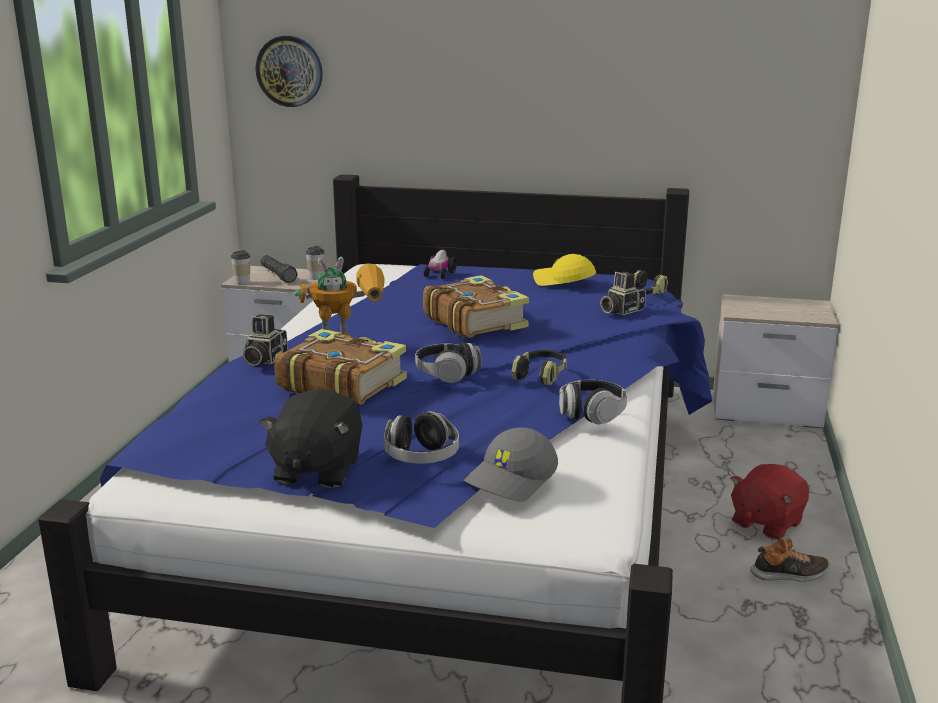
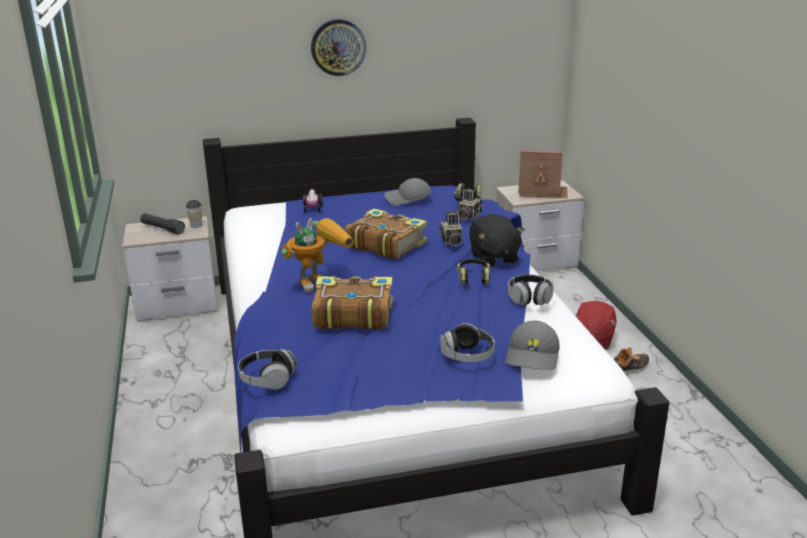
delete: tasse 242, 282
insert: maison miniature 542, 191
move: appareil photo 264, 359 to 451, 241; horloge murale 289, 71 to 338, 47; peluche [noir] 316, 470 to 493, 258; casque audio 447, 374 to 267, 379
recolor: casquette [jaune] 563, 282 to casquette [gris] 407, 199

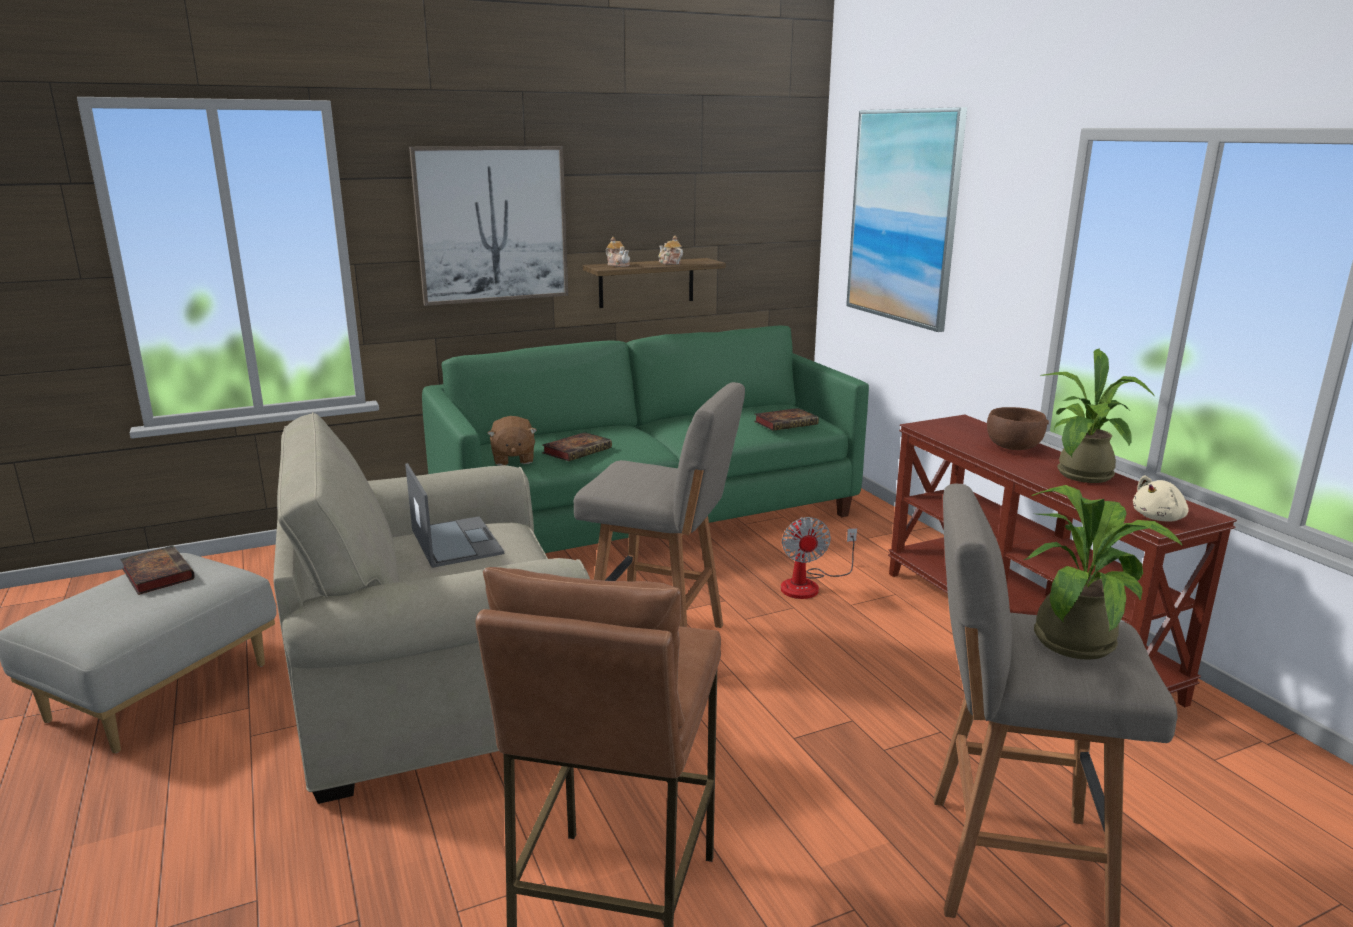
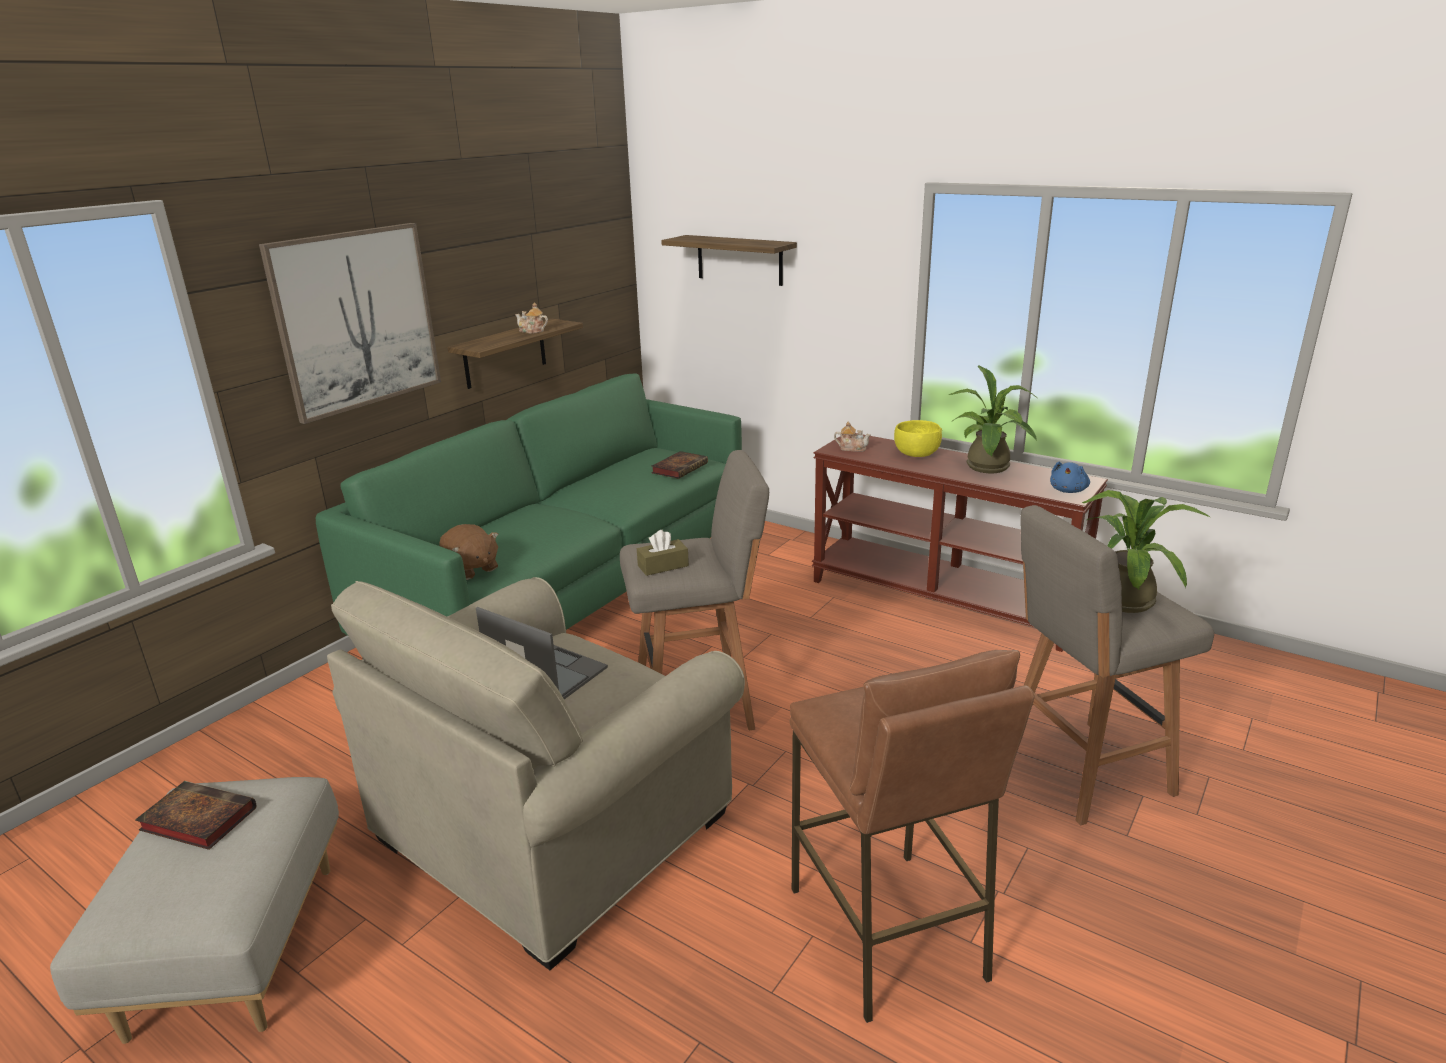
delete: livre 578, 450; ventilateur 809, 585
insert: boîte à mouchoirs [marron] 663, 566
move: théière 618, 265 to 852, 448
replace: tableau 903, 217 to étagère 739, 260
recolor: bol [marron] 1013, 447 to bol [jaune] 916, 454; peluche [beige] 1159, 518 to peluche [bleu] 1068, 490

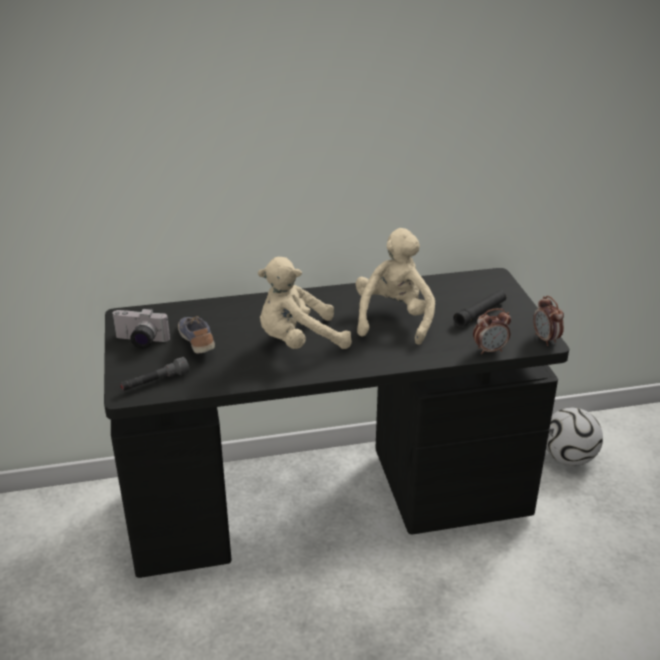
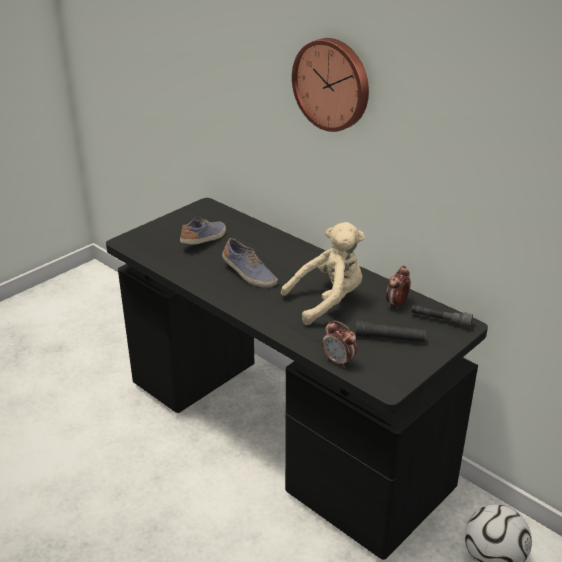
delete: appareil photo 140, 342
insert: horloge murale 332, 84
move: lampe de poche [gris] 155, 382 to 440, 321; réveil 545, 339 to 396, 304
replace: peluche [beige] 299, 342 to chaussure 248, 274

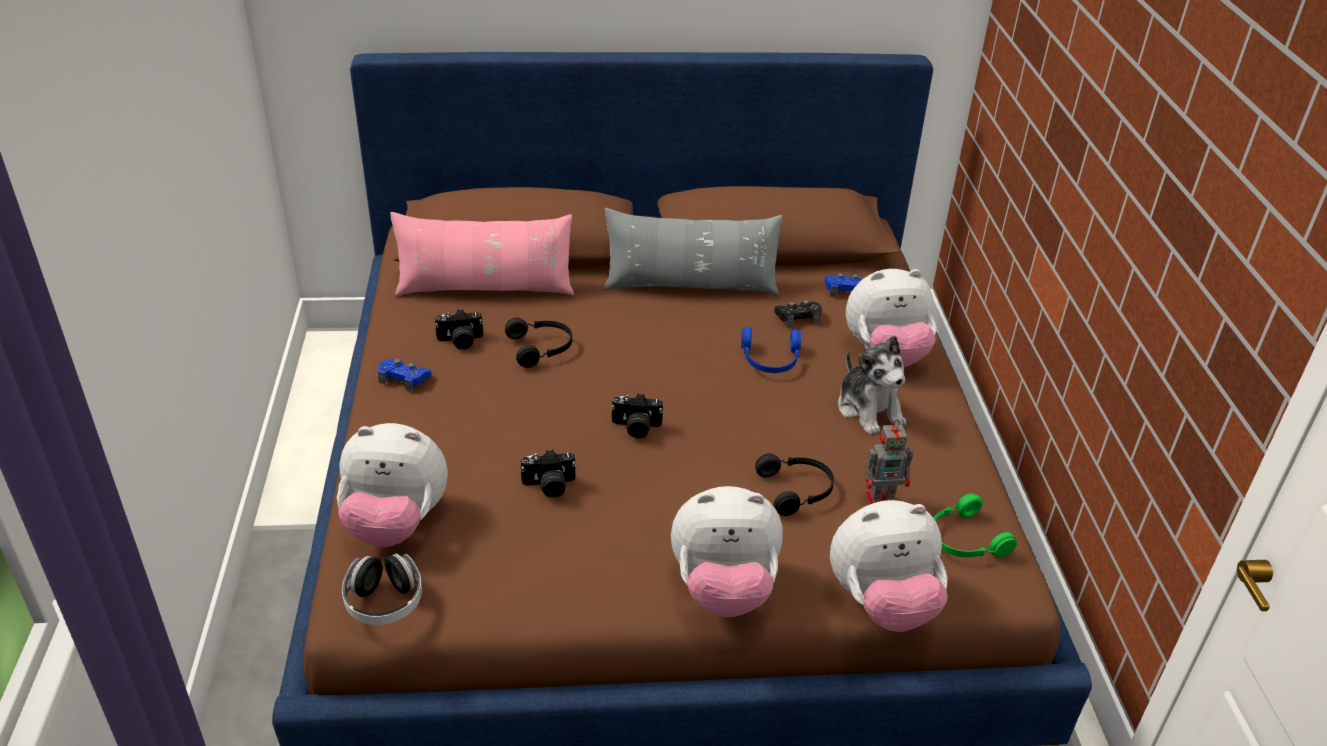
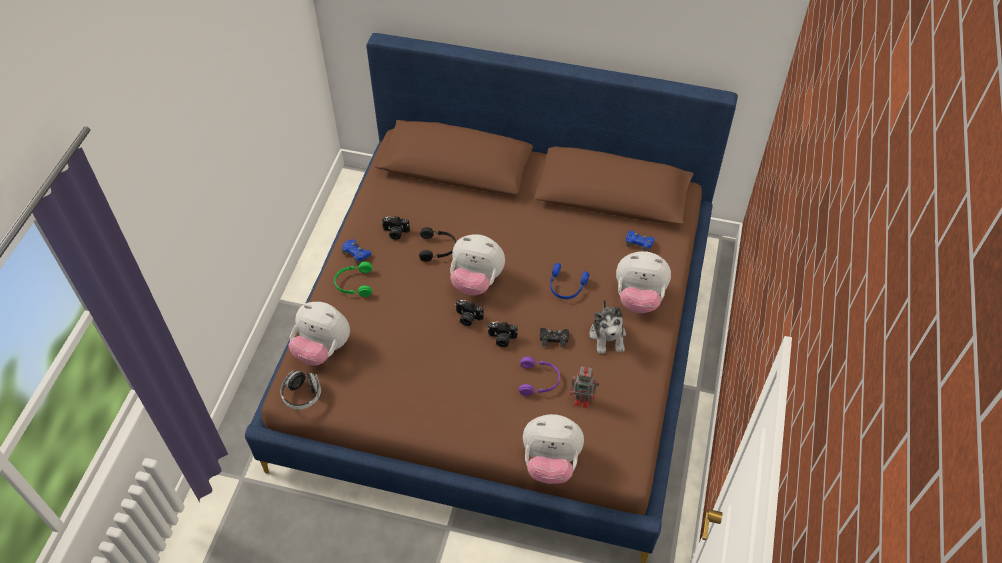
delete: coussin [rose] 485, 288; coussin [gris] 690, 286
move: appareil photo 549, 486 to 502, 339; peluche 723, 589 to 476, 281; manette [noir] 798, 317 to 554, 338; casque audio [vert] 963, 540 to 354, 284
recolor: casque audio [noir] 796, 490 to casque audio [violet] 539, 380

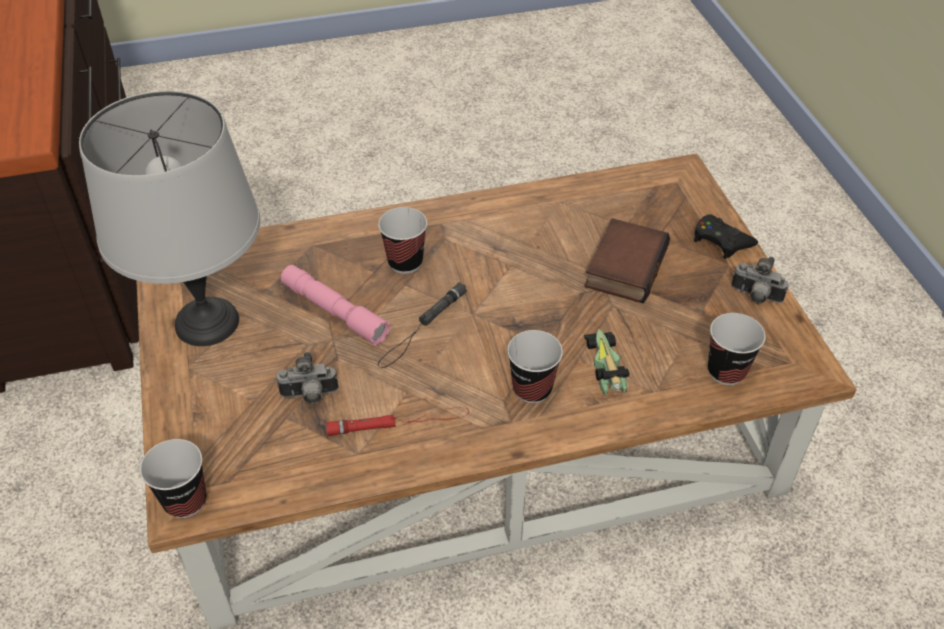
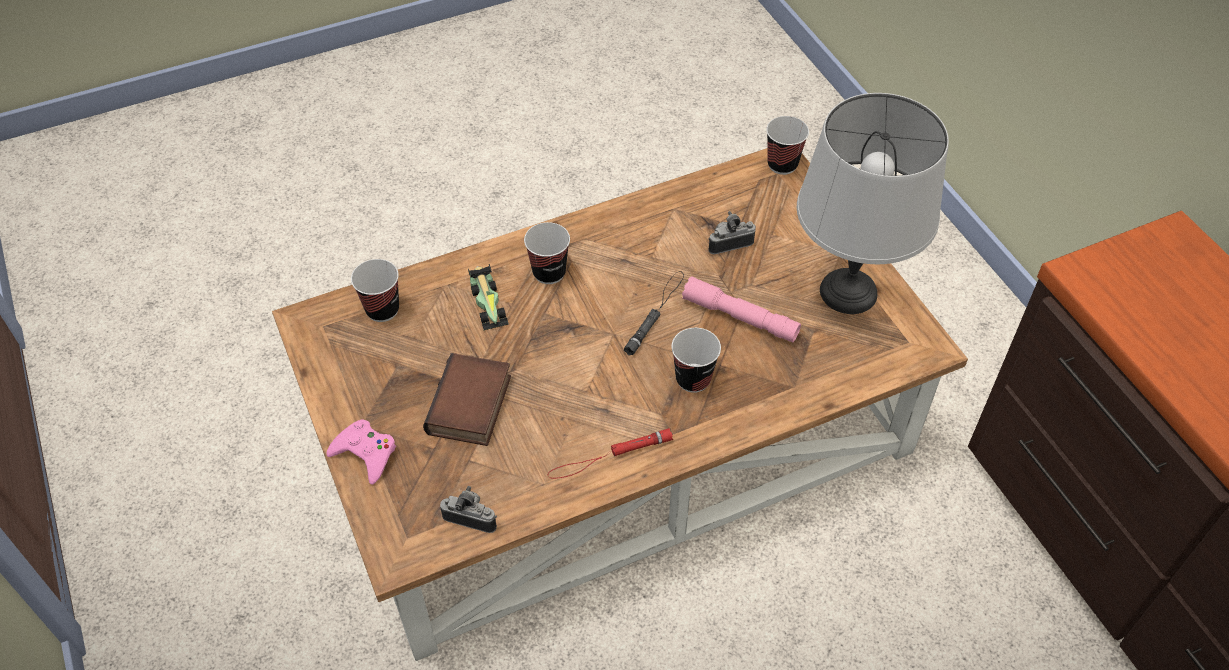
move: lampe de poche [rouge] 398, 422 to 610, 456; appareil photo 755, 297 to 472, 517
recolor: manette [noir] 721, 241 to manette [rose] 365, 454

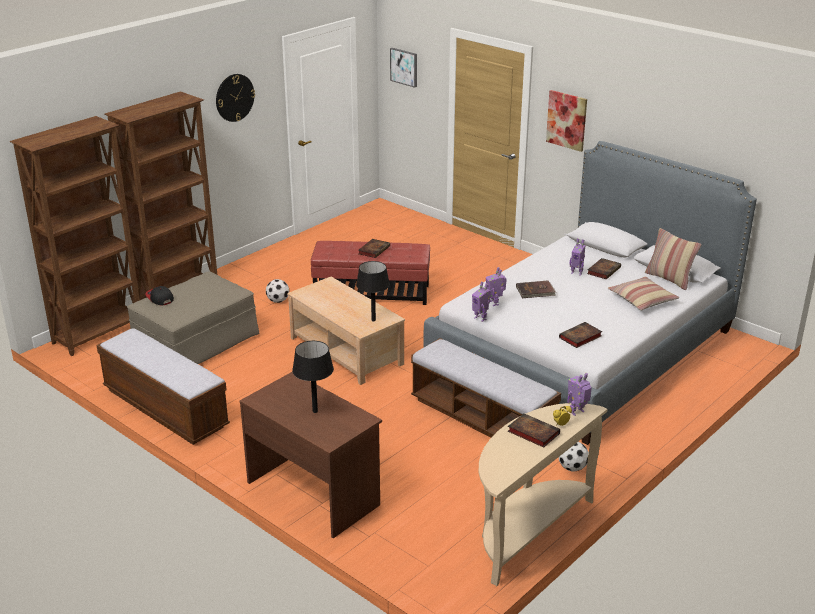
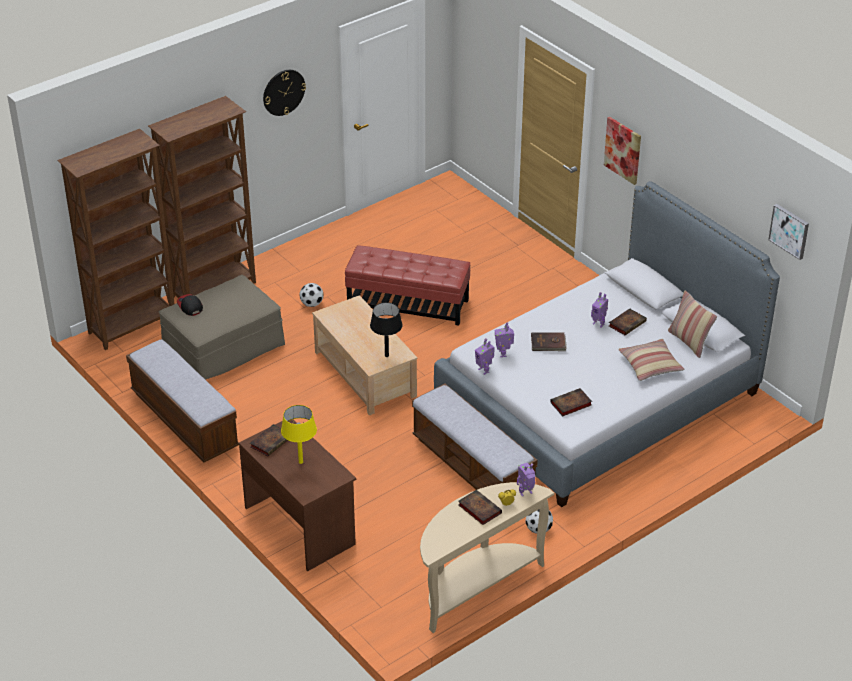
move: livre 374, 250 to 271, 441; tableau 404, 67 to 789, 231
recolor: lampe de table [noir] 315, 411 to lampe de table [jaune] 301, 462

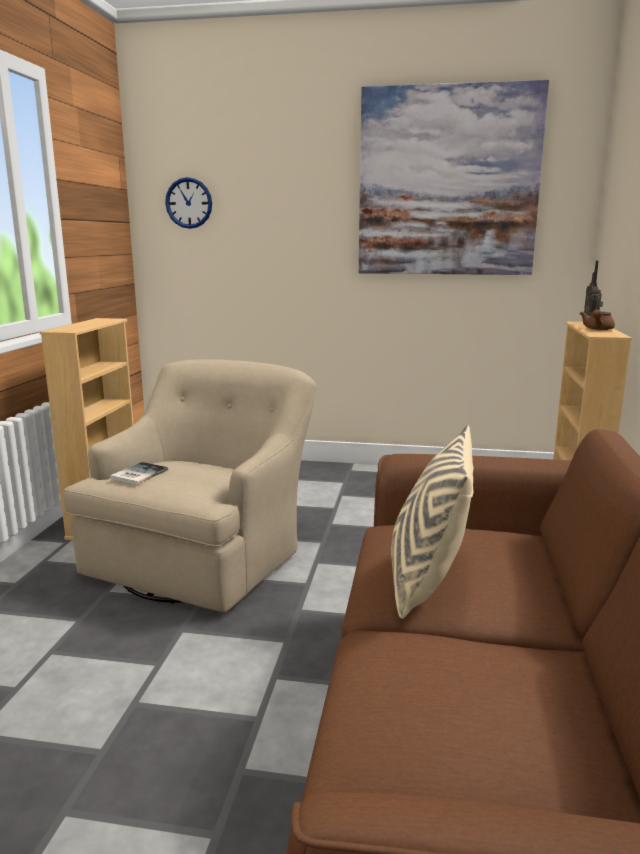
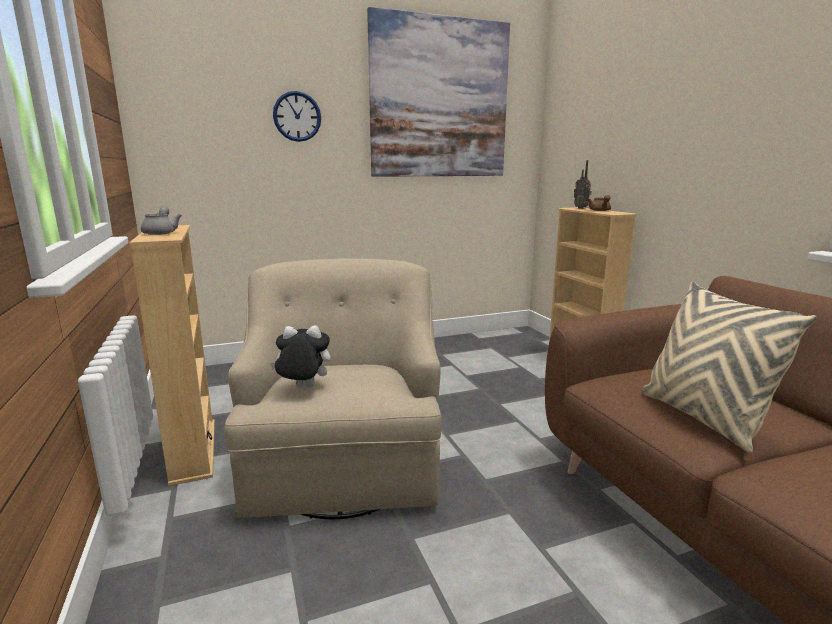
insert: théière [gris] 161, 232
move: horloge murale 189, 203 to 297, 116
replace: livre 137, 474 to peluche 303, 388

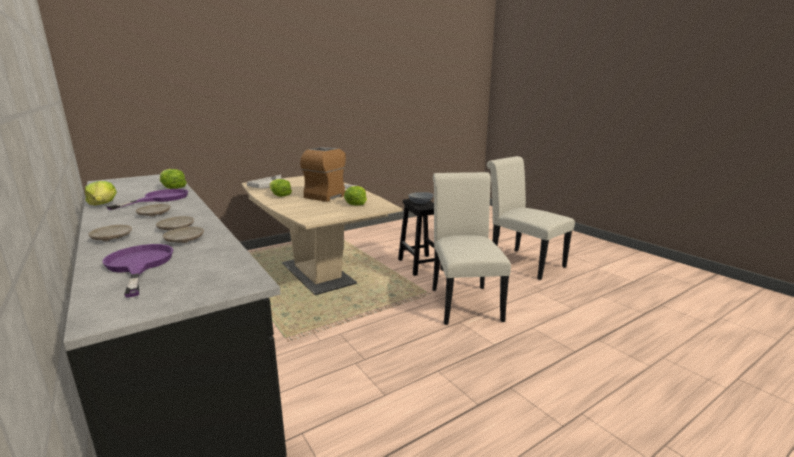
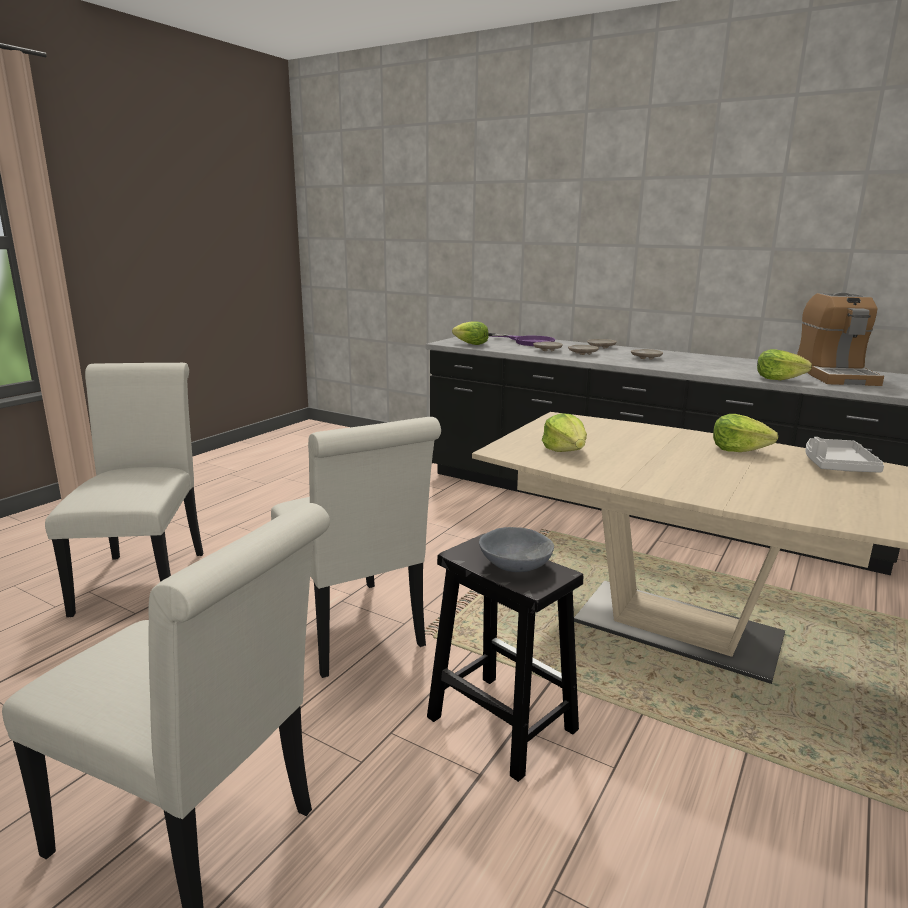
delete: poêle [violet] 160, 199
insert: chaise [blanc] 145, 577
move: laitue 103, 204 to 471, 344; machine à café 331, 194 to 834, 375

